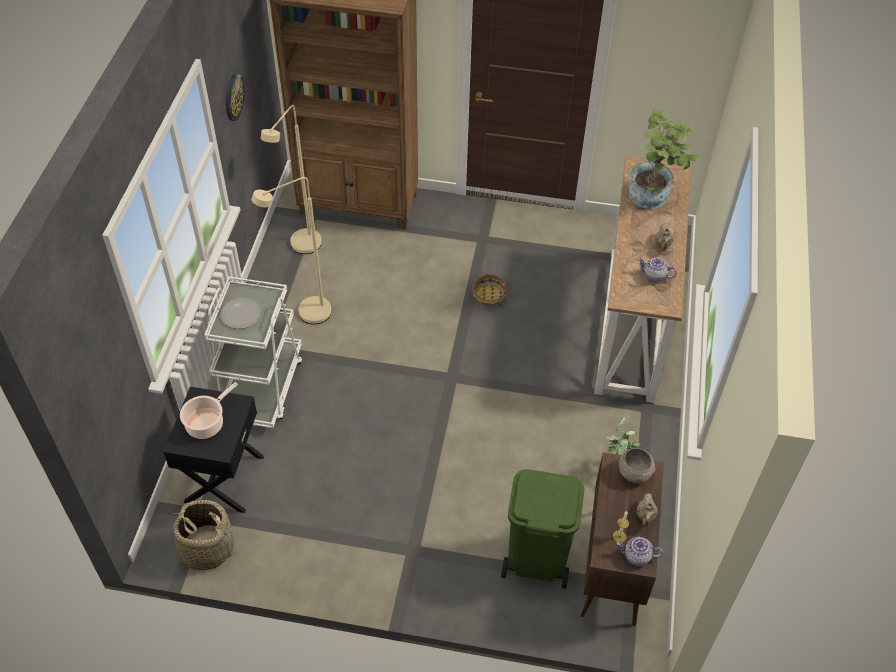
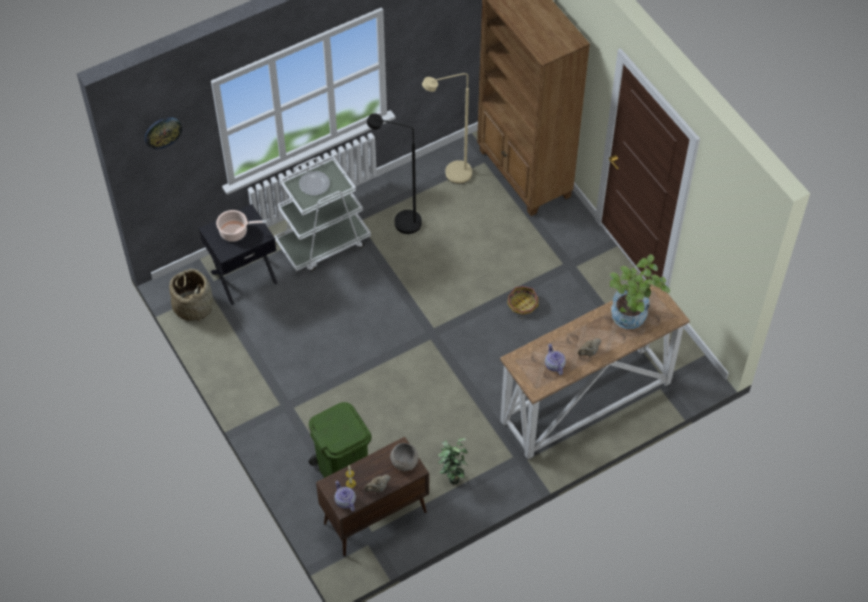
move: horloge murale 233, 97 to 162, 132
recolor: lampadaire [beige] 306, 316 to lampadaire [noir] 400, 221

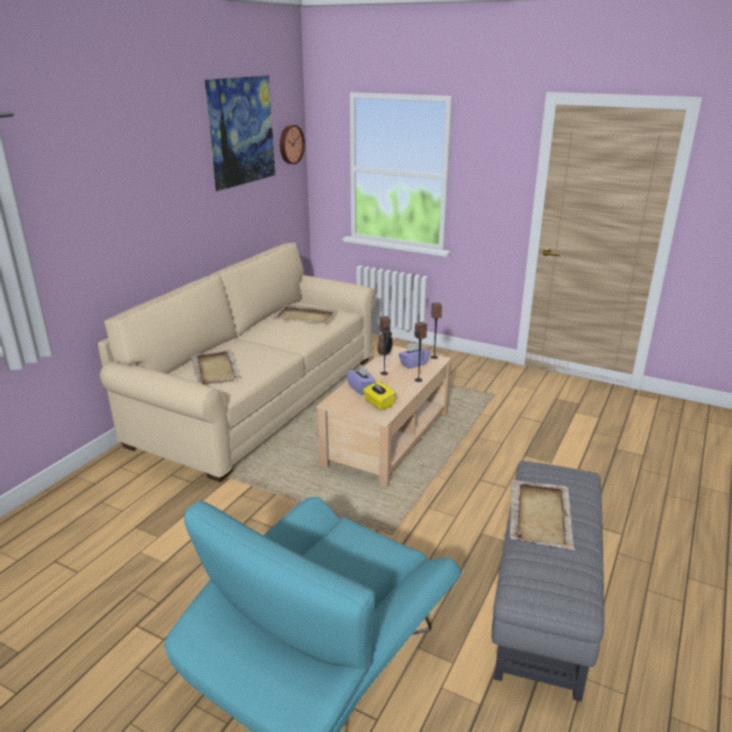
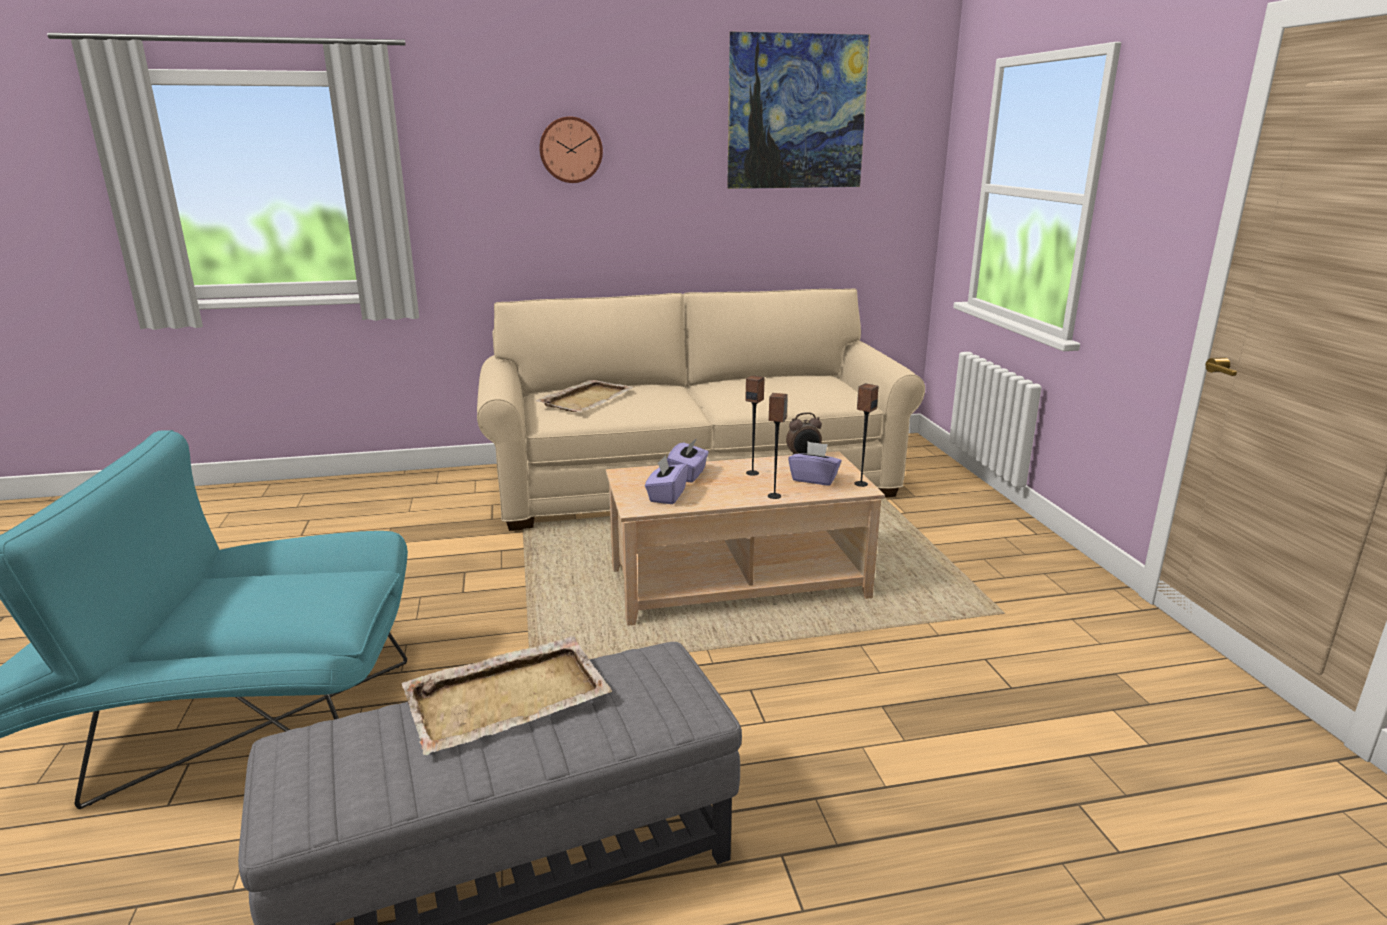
delete: plateau [beige] 305, 317
move: horloge murale 290, 144 to 570, 150
recolor: boîte à mouchoirs [jaune] 378, 403 to boîte à mouchoirs [violet] 666, 496

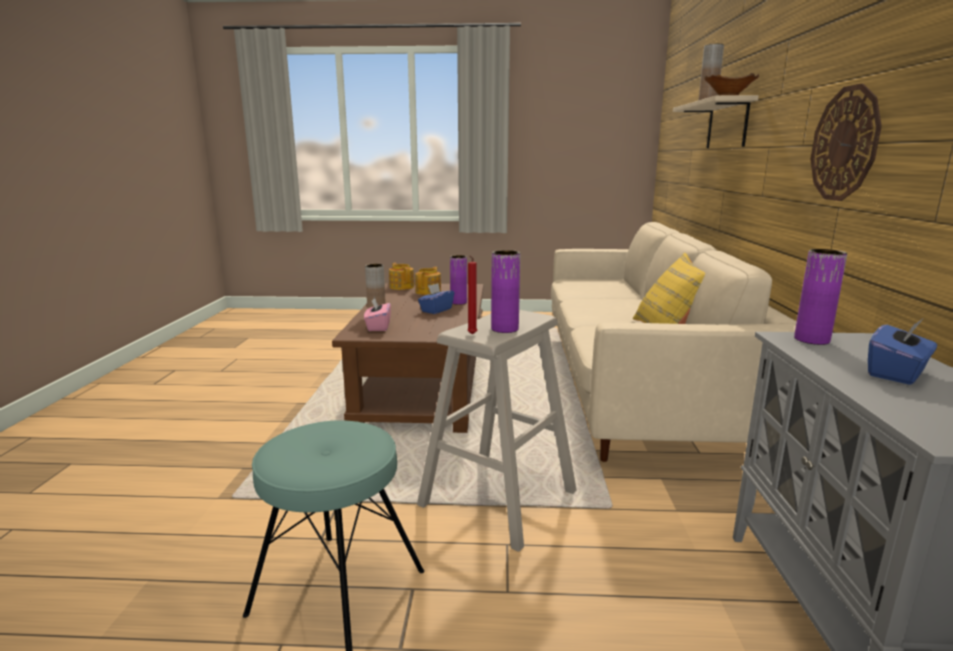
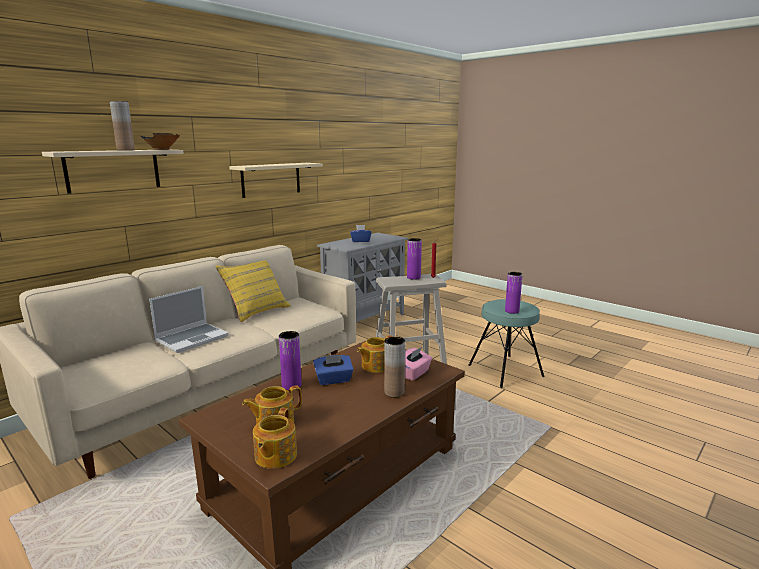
insert: ordinateur portable 192, 338; théière 375, 366
move: vase [violet] 811, 340 to 512, 311
replace: horloge murale 845, 144 to étagère [beige] 271, 179

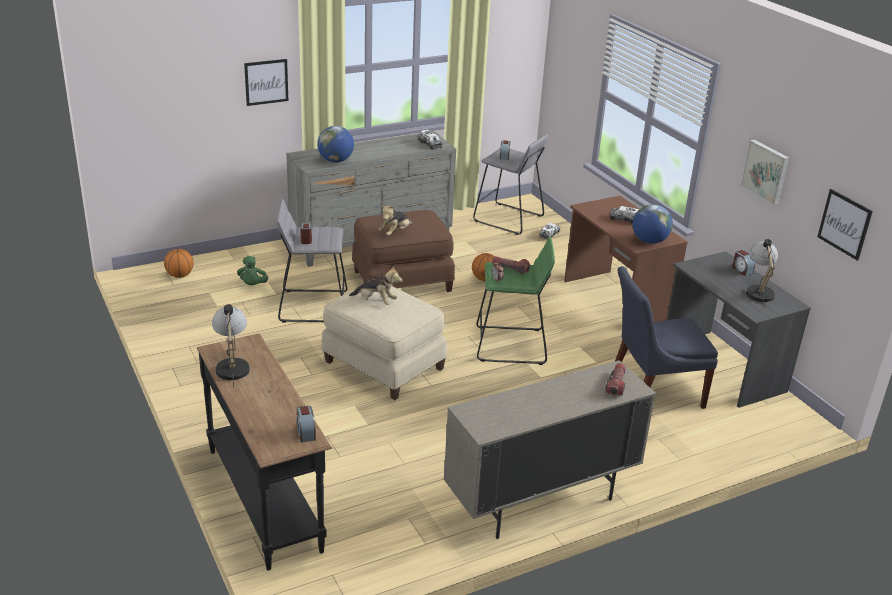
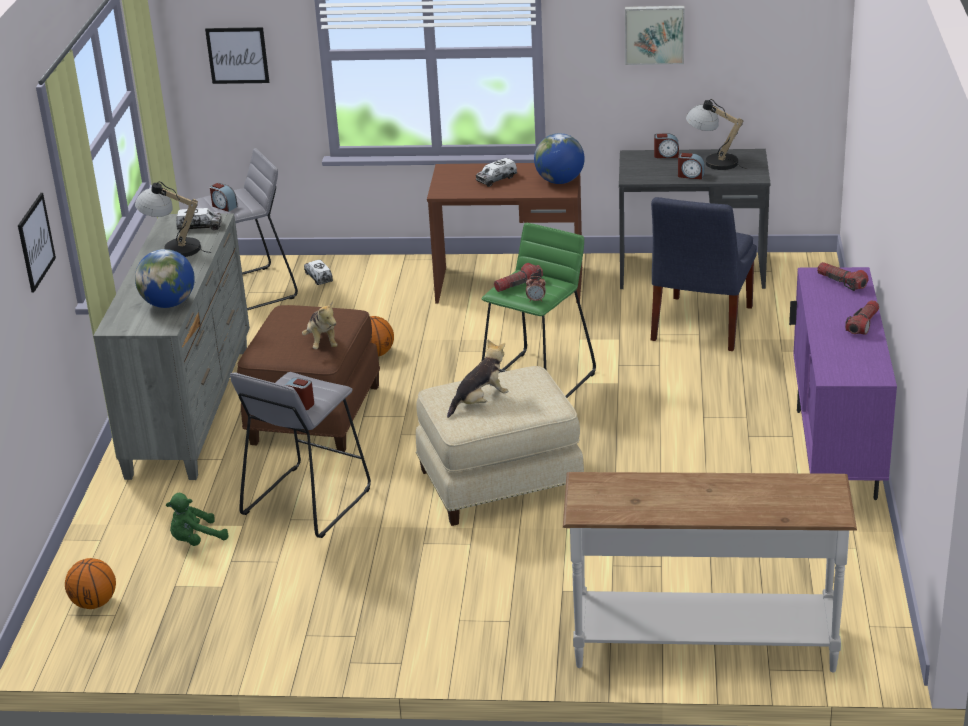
insert: lampe de poche 863, 324
move: lampe de table 232, 365 to 173, 248; réveil 306, 433 to 690, 175; tableau 844, 224 to 237, 55
recolor: table console [noir] 266, 498 to table console [blanc] 704, 643; meuble de rangement [beige] 540, 502 to meuble de rangement [violet] 835, 454
rotate: peluche [vert] 252, 285 = 196, 540 120 degrees clockwise

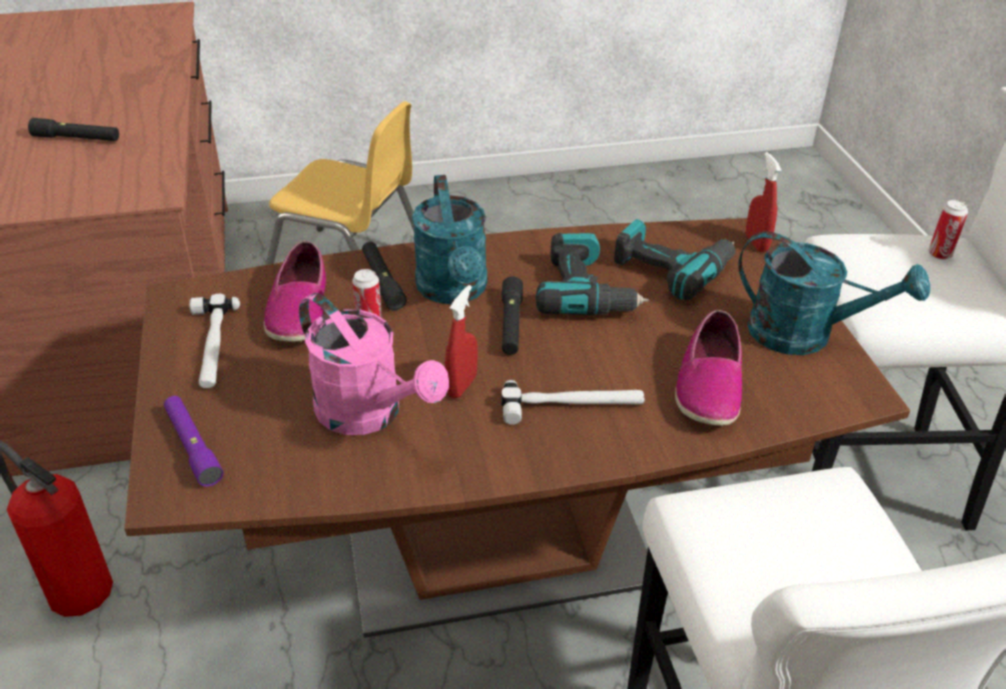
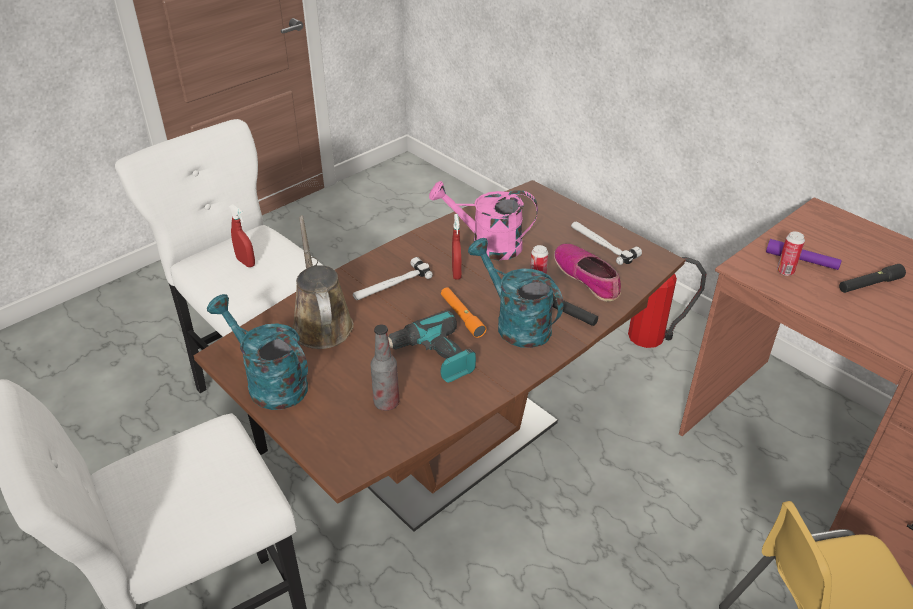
move: lampe de poche [violet] 193, 446 to 801, 261; vaporisateur [rouge] 756, 243 to 246, 262; boîte métallique 939, 254 to 785, 271
replace: perceuse 672, 268 to bouteille 386, 403; chaussure 708, 385 to arrosoir [marron] 321, 323
recolor: lampe de poche [noir] 511, 324 to lampe de poche [orange] 462, 316
rotate: arrosoir [turquoise] 805, 335 = 269, 383 45 degrees clockwise

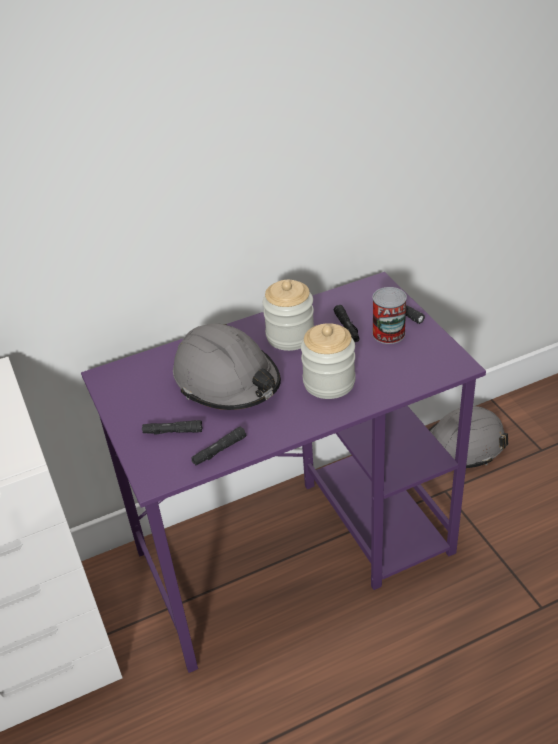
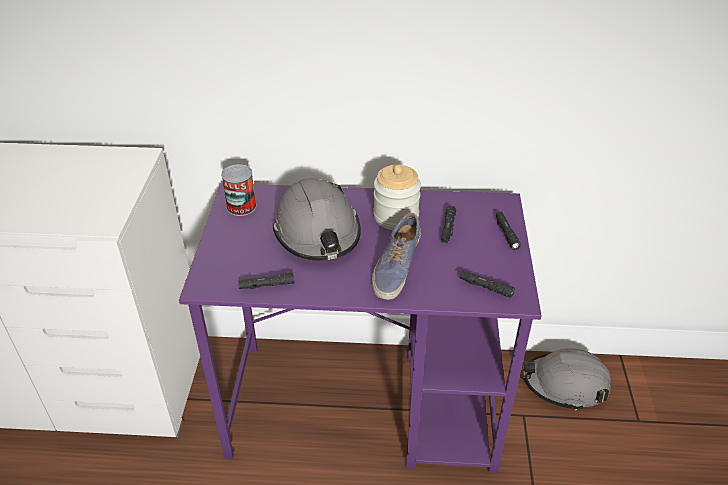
move: lampe de poche [noir] 172, 432 to 485, 287; boîte métallique 388, 333 to 241, 206
replace: bocal 329, 382 to chaussure 396, 268

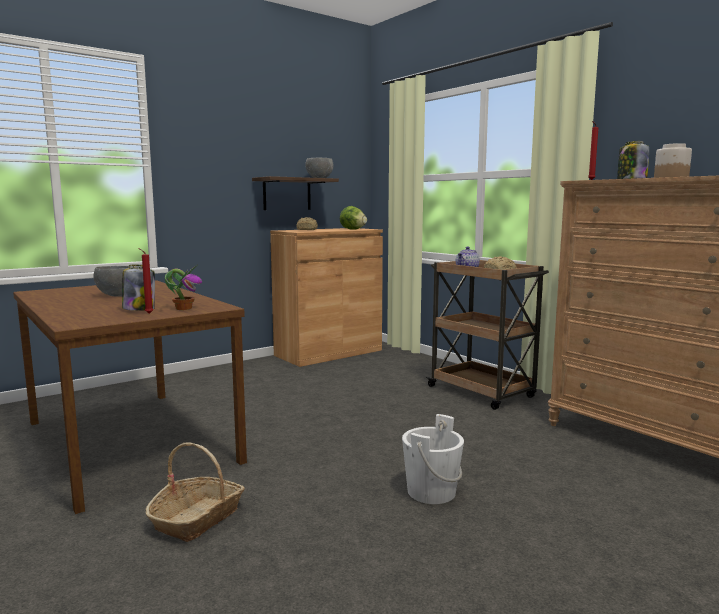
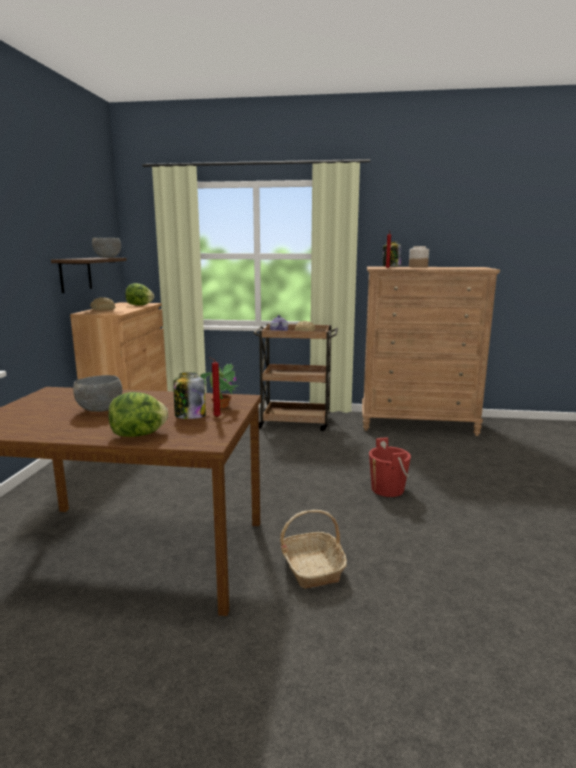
insert: laitue 139, 435
recolor: seau [blanc] 431, 492 to seau [rouge] 387, 489

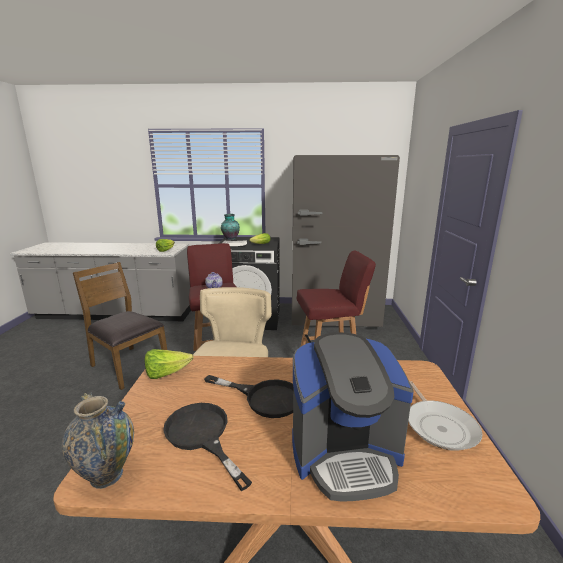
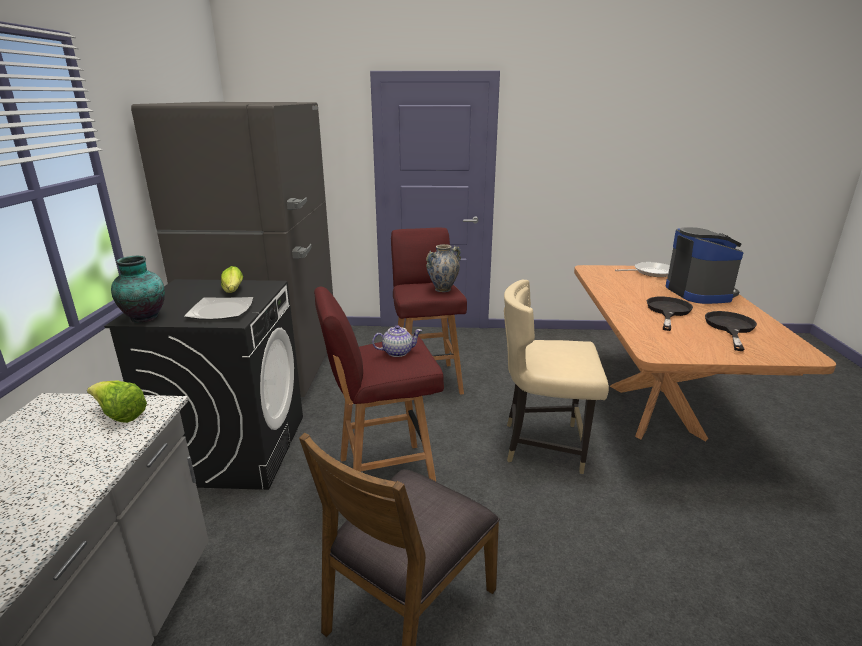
delete: laitue 166, 374
move: vase 106, 475 to 443, 289
rotate: poêle [noir] 202, 436 = 730, 328 150 degrees clockwise

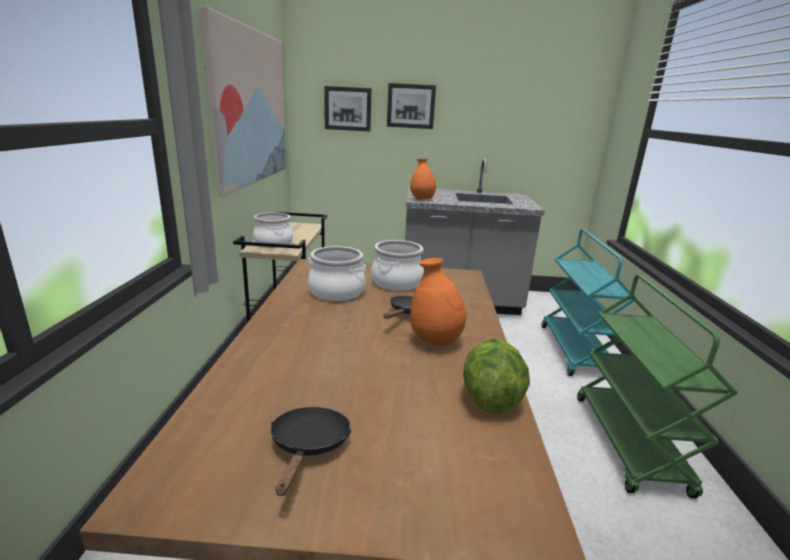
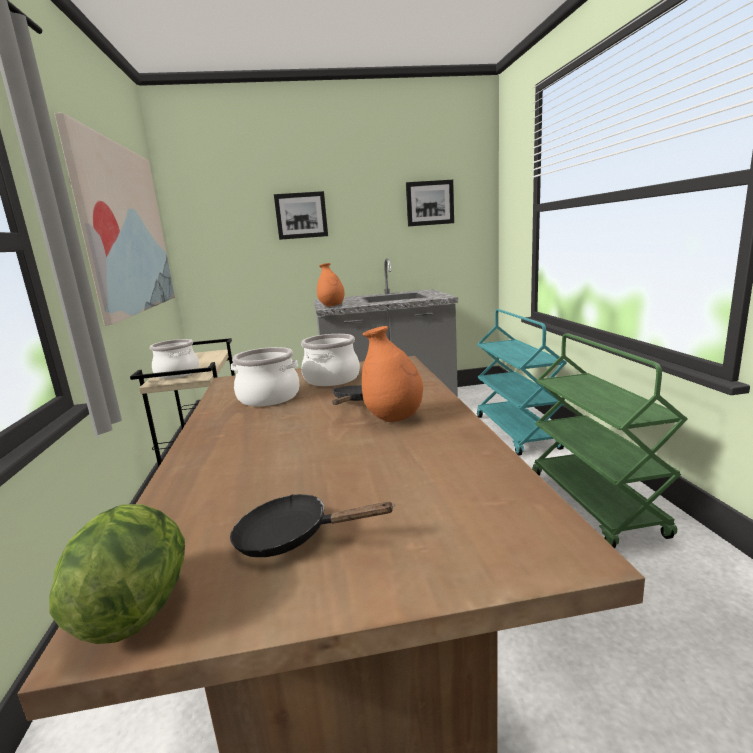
move: tableau 348, 109 to 429, 203; laitue 489, 398 to 136, 608
rotate: poêle [noir] 309, 447 = 292, 537 75 degrees counterclockwise

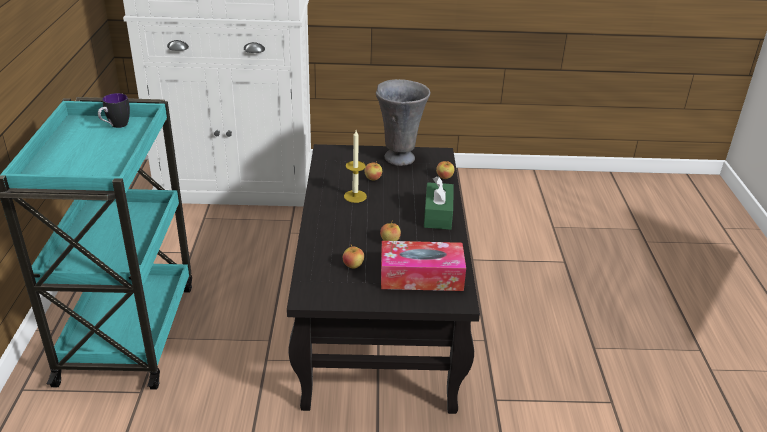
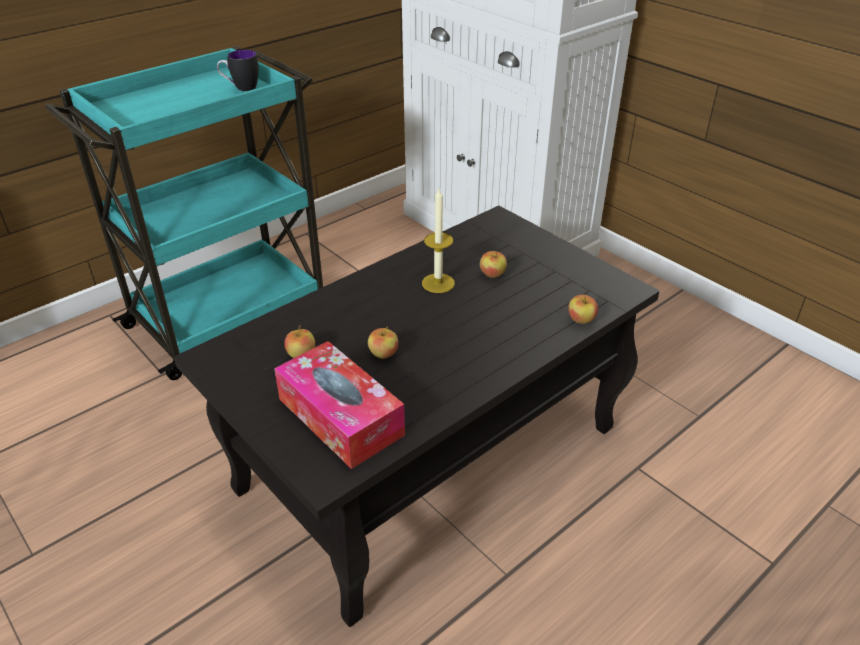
delete: vase [gris] 399, 158; boîte à mouchoirs [vert] 438, 214

